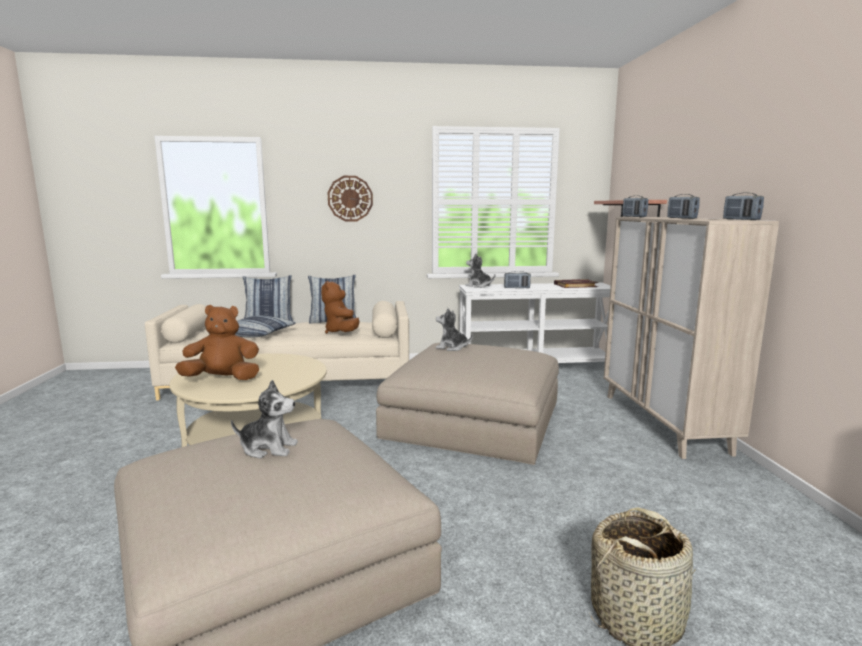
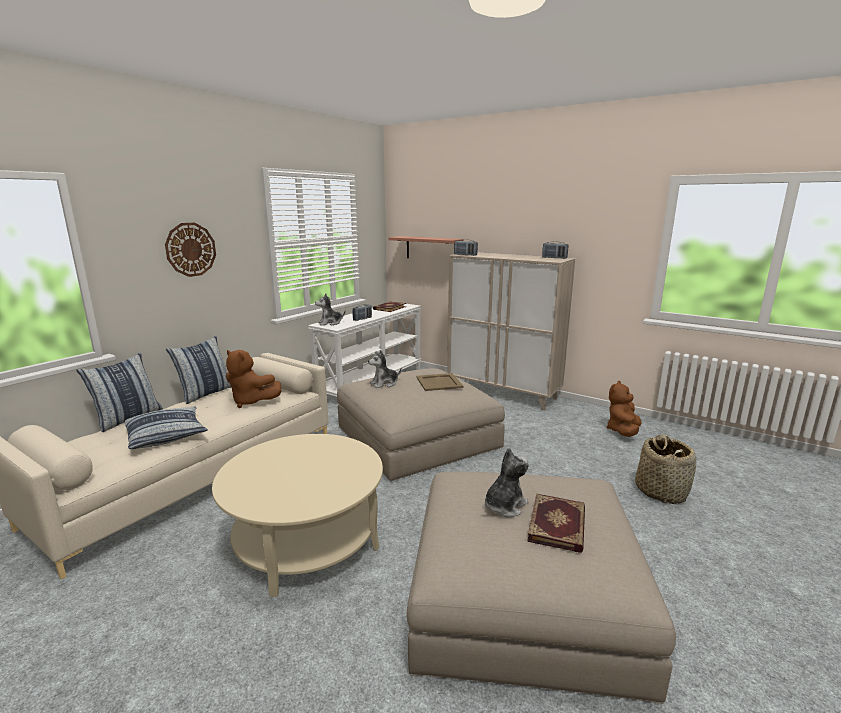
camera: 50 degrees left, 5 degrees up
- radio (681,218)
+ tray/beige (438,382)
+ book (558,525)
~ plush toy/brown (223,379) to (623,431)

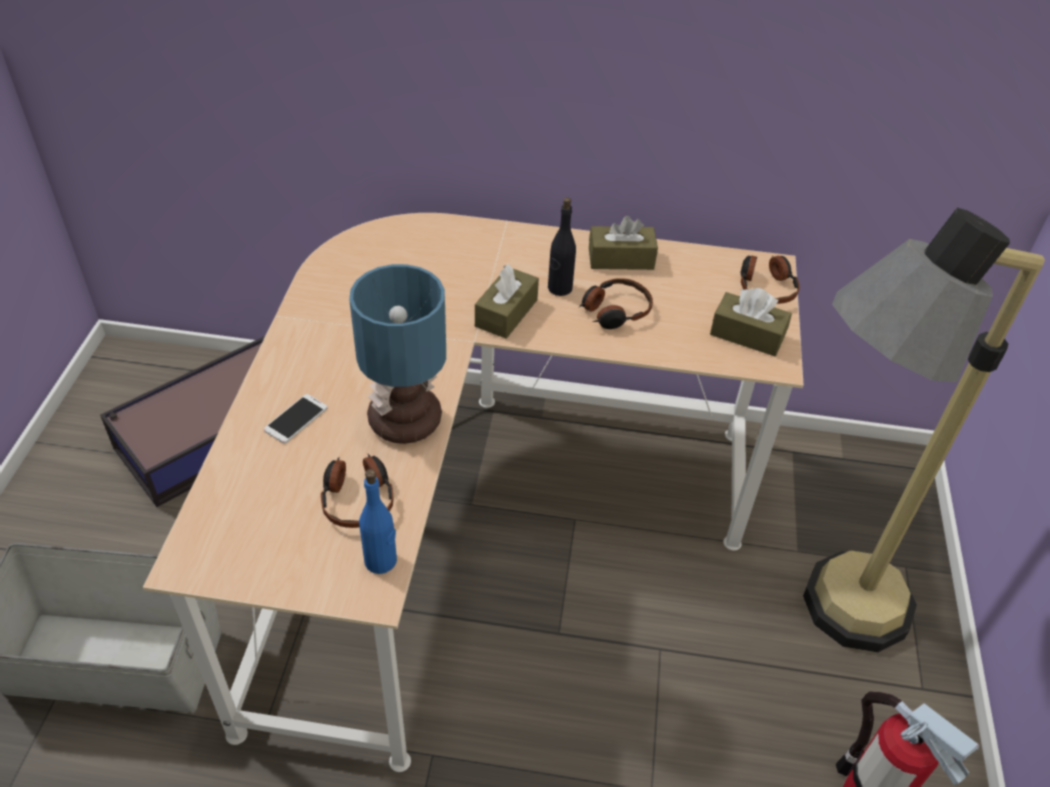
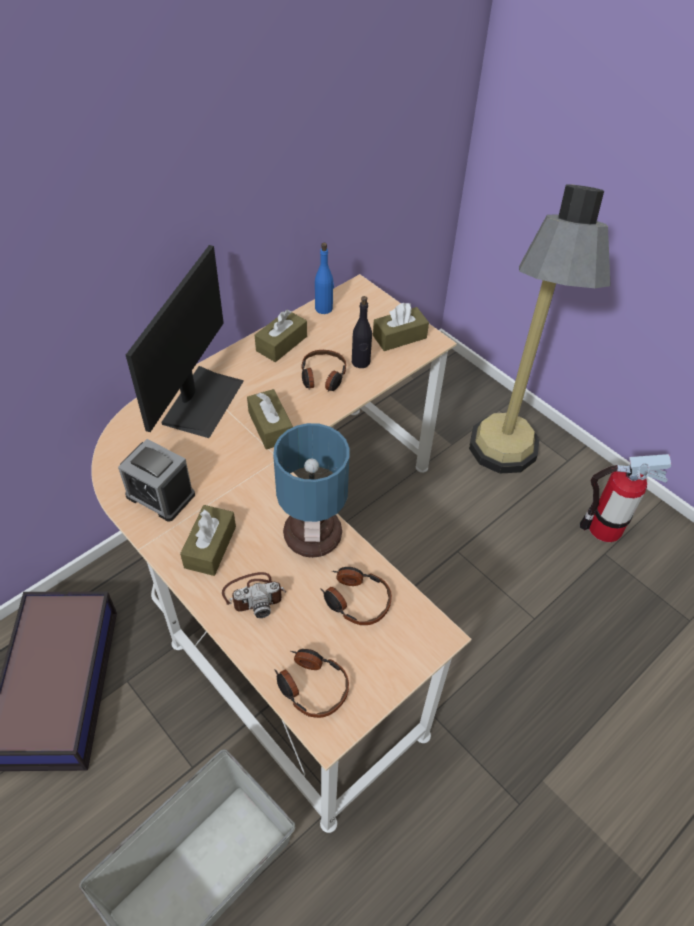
camera: 50 degrees left, 5 degrees up
+ alarm clock (160,495)
+ monitor (201,400)
+ tissue box/brown (210,547)
~ bottle/blue (381,561) to (324,308)
~ bottle/black (559,288) to (360,362)
~ headphones (765,287) to (311,686)
~ phone (296,419) to photo camera (254,594)

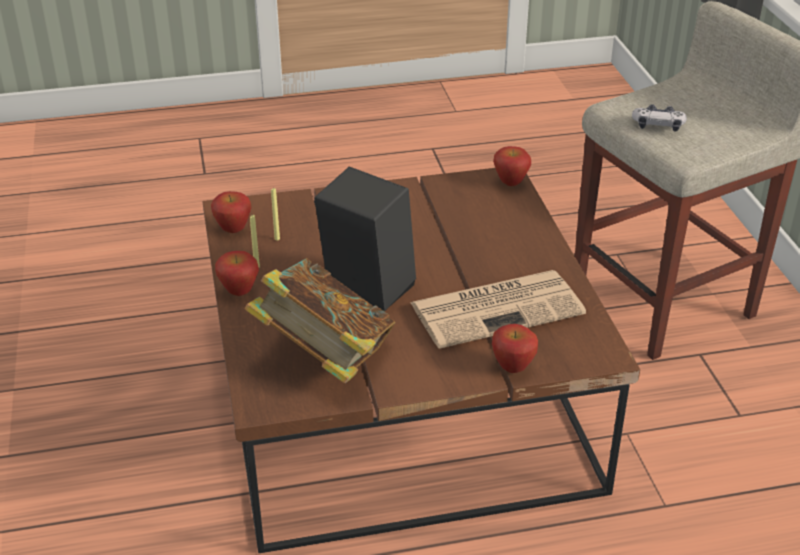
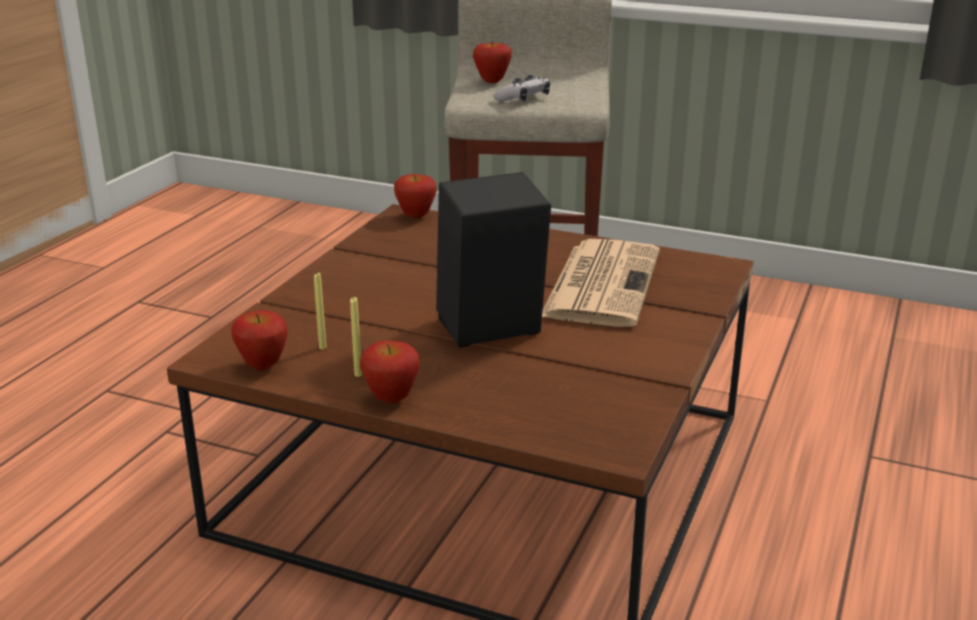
camera: 55 degrees left, 10 degrees down
- book (324,357)
~ apple (513,368) to (492,81)

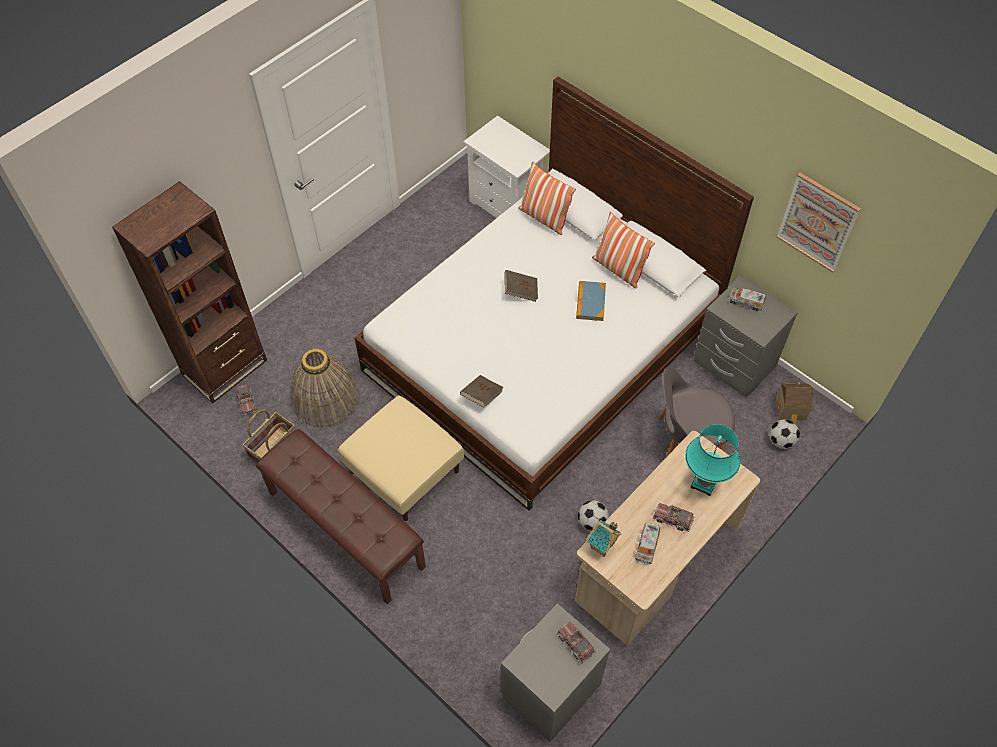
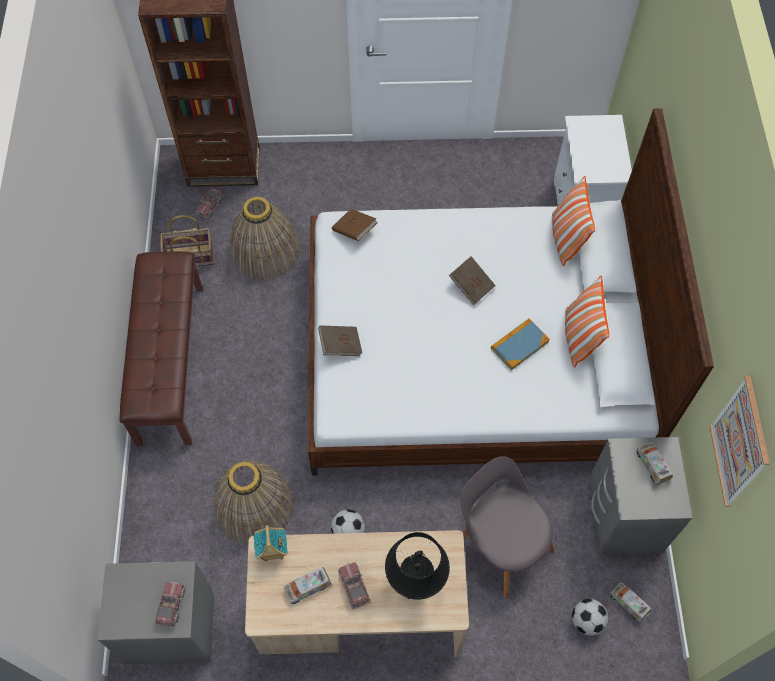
camera: 45 degrees right, 5 degrees up
- ottoman/beige (405,471)
+ basket (254,505)
+ book/brown (354,231)
~ toy house (791,410) to toy truck (629,603)
~ table lamp/turquoise (703,483) to table lamp/black (415,583)

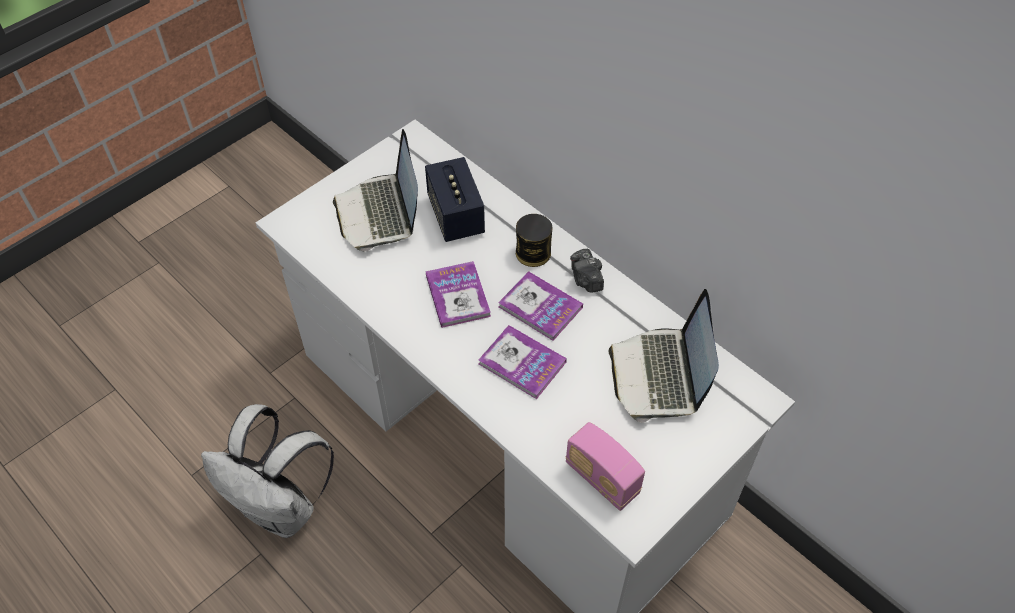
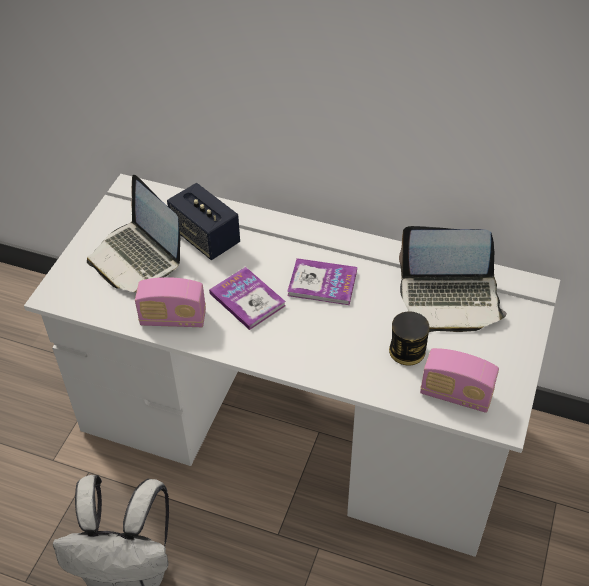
camera: 25 degrees left, 5 degrees down
- book (522,363)
- photo camera (586,279)
+ radio (173,319)
~ can (533,253) to (407,351)
~ laptop (660,375) = (450,299) 60 degrees counterclockwise

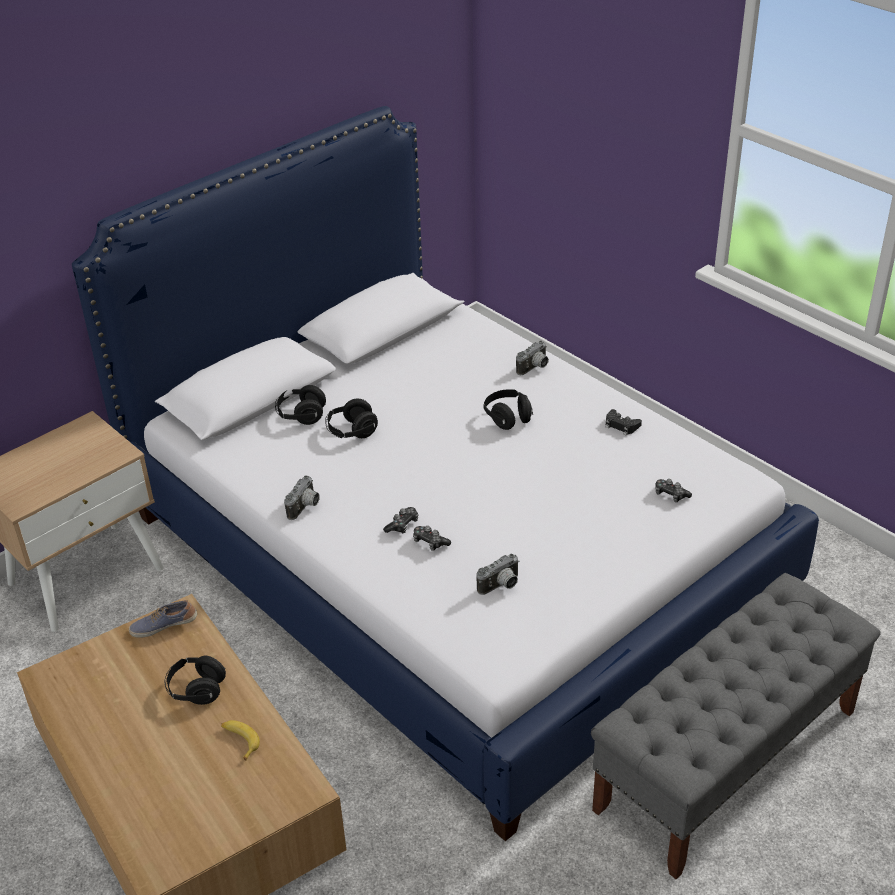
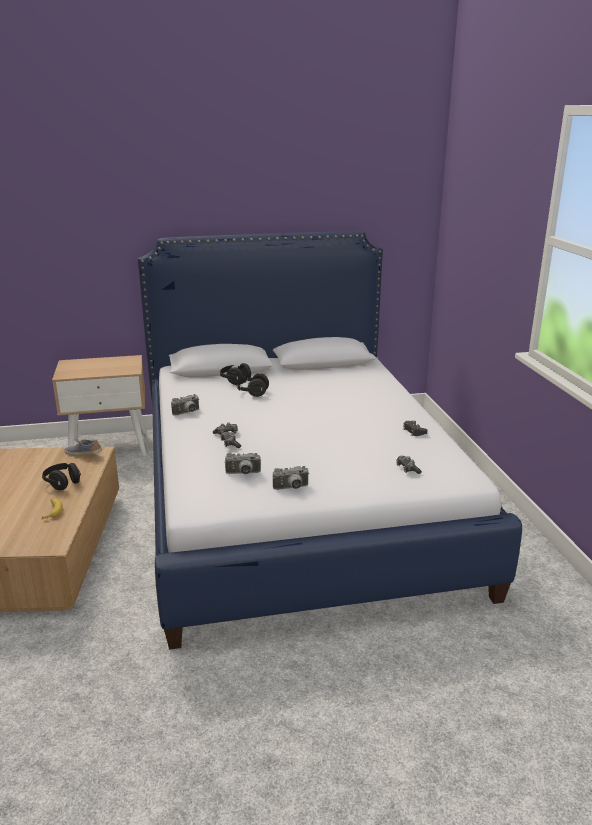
camera: 30 degrees right, 15 degrees down
- headphones/black (508,418)
- bench/grey (727,759)
~ photo camera (534,368) to (291,488)

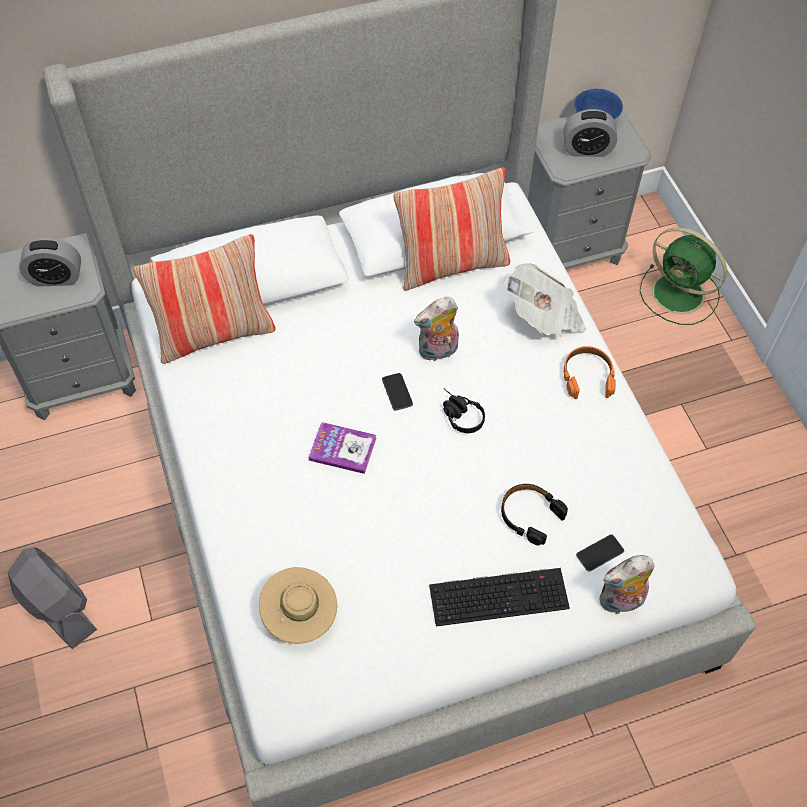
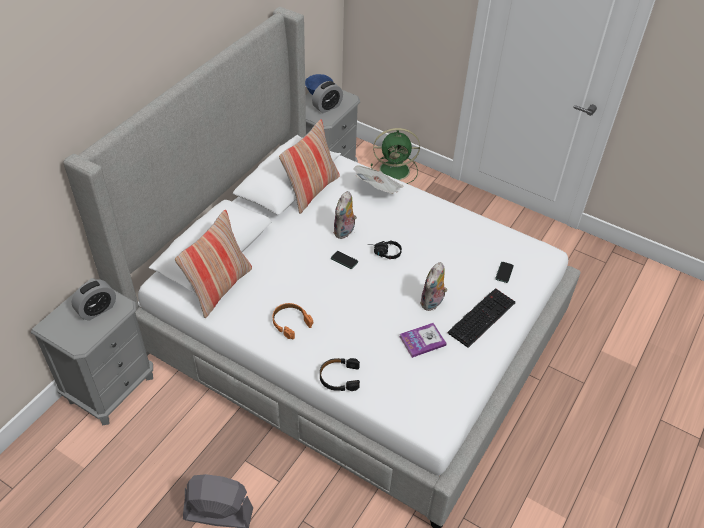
camera: 40 degrees left, 10 degrees down
- hat/beige (300,616)
~ book (342,449) to (422,341)
~ headphones/black (530,515) to (339,378)
~ headphones/orange (587,376) to (290,322)
~ plush toy (621,602) to (432,303)

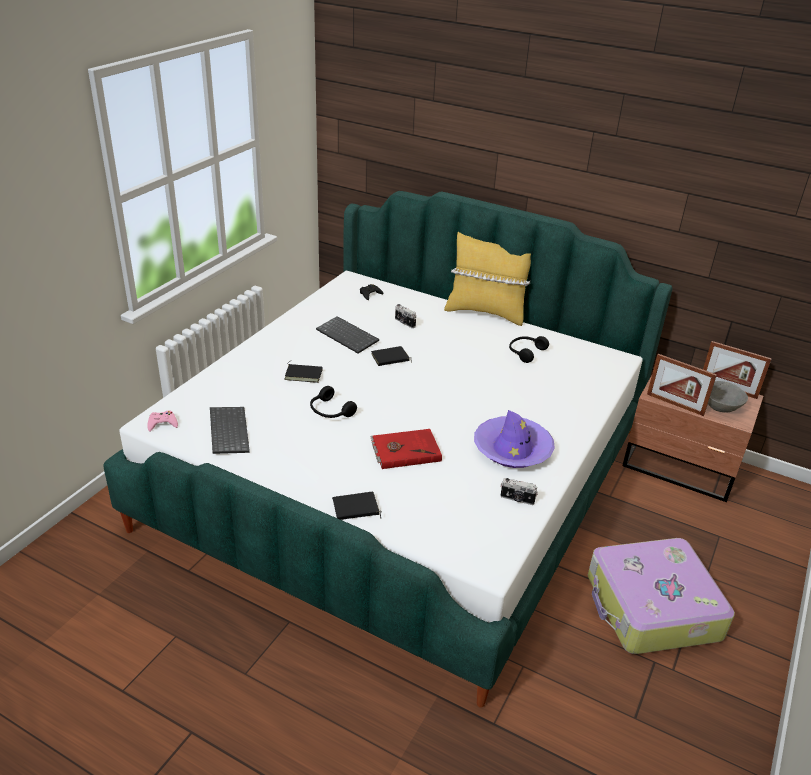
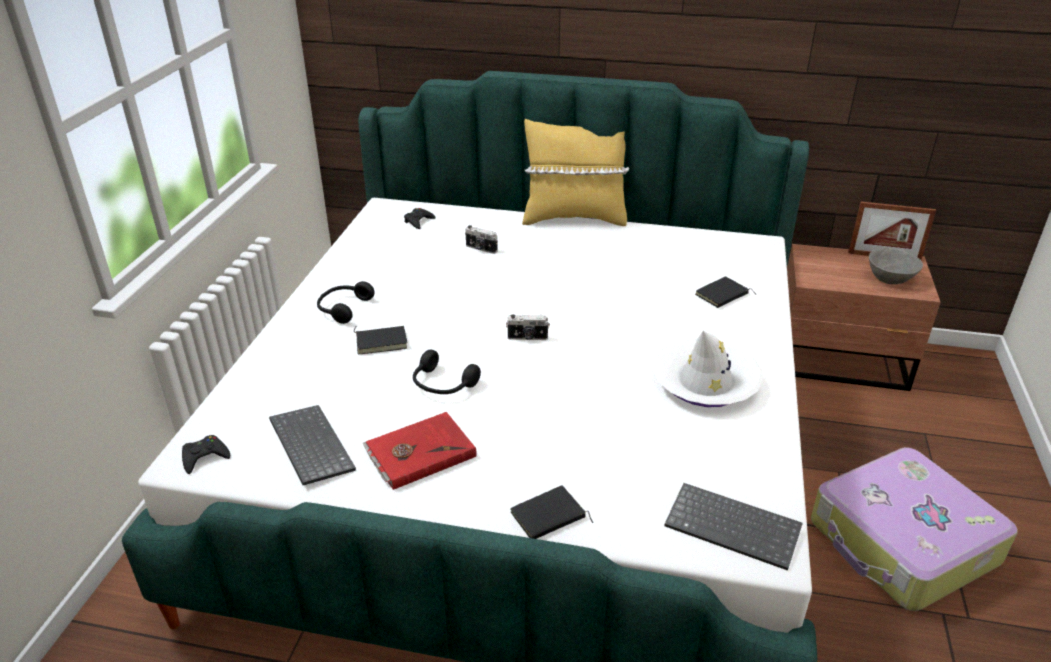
camera: 15 degrees left, 0 degrees up
- picture frame (675,404)
~ keyboard (348,336) to (734,526)
~ book/red (405,450) to (419,453)
~ book/black (390,359) to (722,295)
~ photo camera (517,499) to (527,338)
~ headphones/black (525,352) to (343,308)
~ game controller/pink (162,423) to game controller/black (204,457)
~ hat/purple (512,449) to hat/white (705,382)

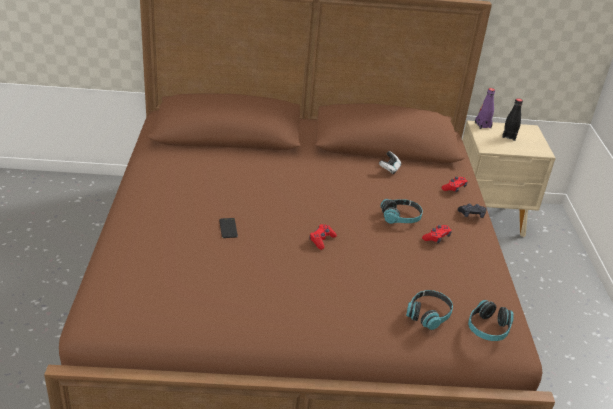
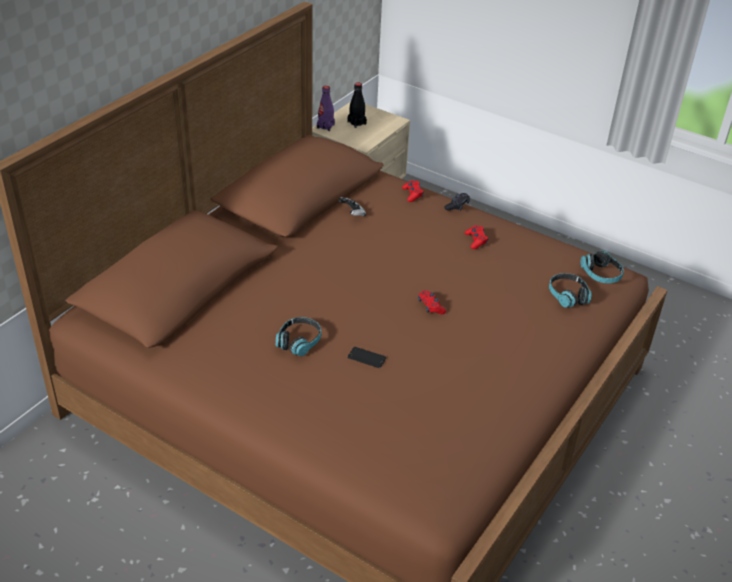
camera: 55 degrees left, 5 degrees up
~ headphones (400,217) to (299,342)

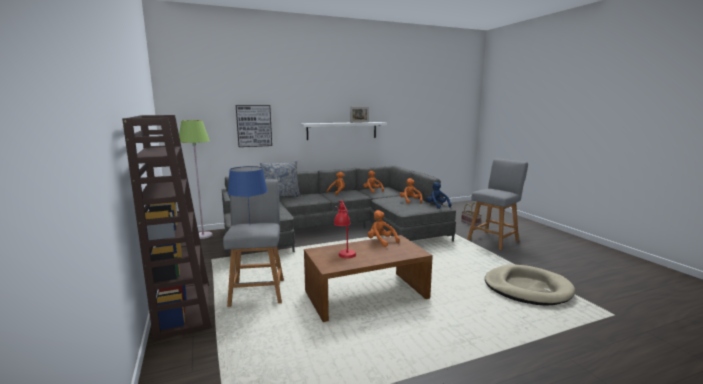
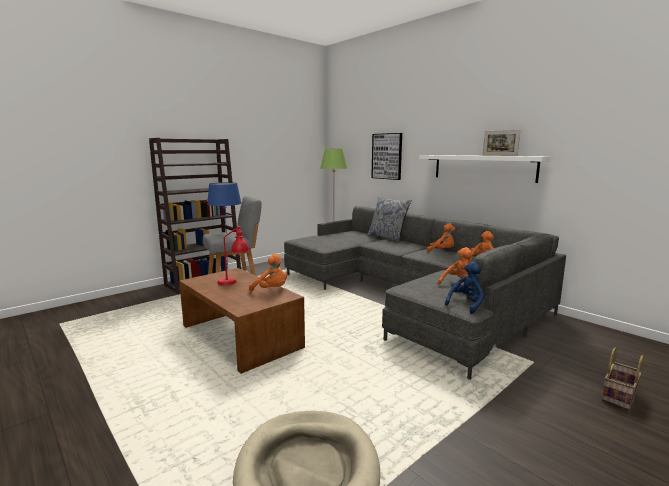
camera: 70 degrees right, 0 degrees up
- stool/grey (494,240)
~ plush toy/orange (381,242) = (271,290) 90 degrees clockwise

